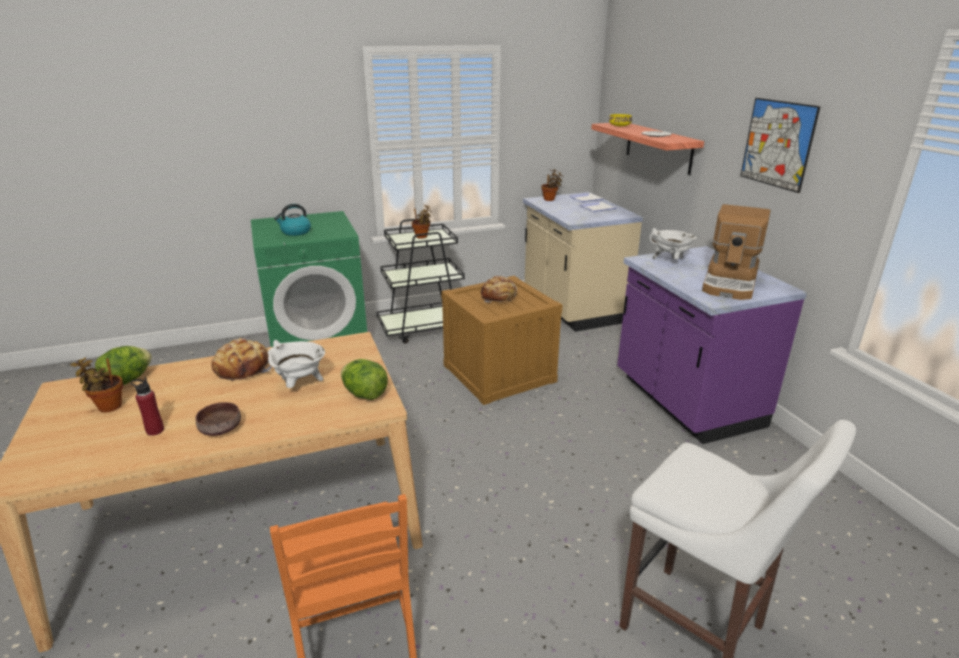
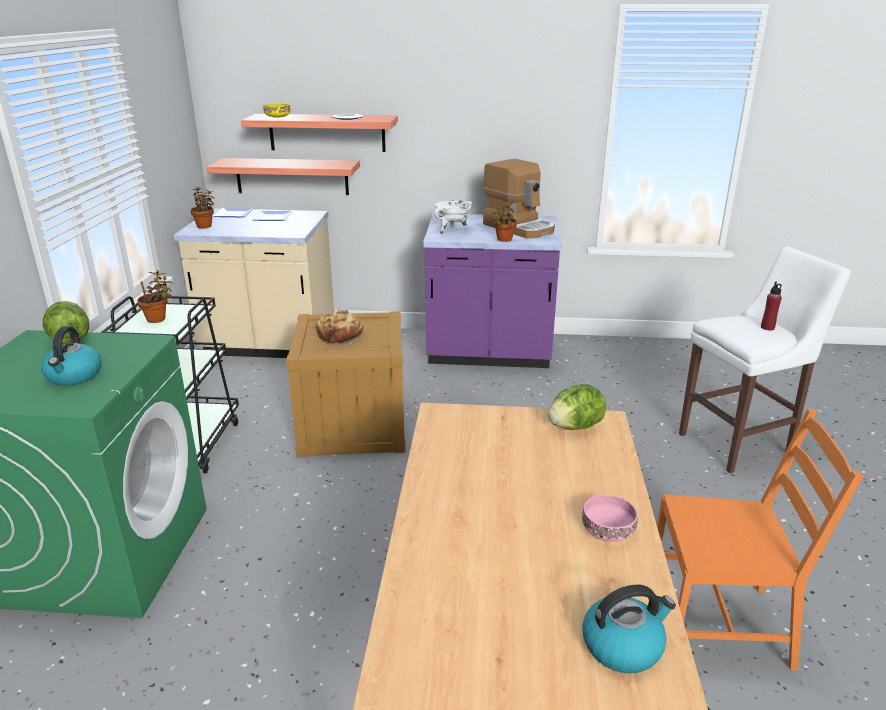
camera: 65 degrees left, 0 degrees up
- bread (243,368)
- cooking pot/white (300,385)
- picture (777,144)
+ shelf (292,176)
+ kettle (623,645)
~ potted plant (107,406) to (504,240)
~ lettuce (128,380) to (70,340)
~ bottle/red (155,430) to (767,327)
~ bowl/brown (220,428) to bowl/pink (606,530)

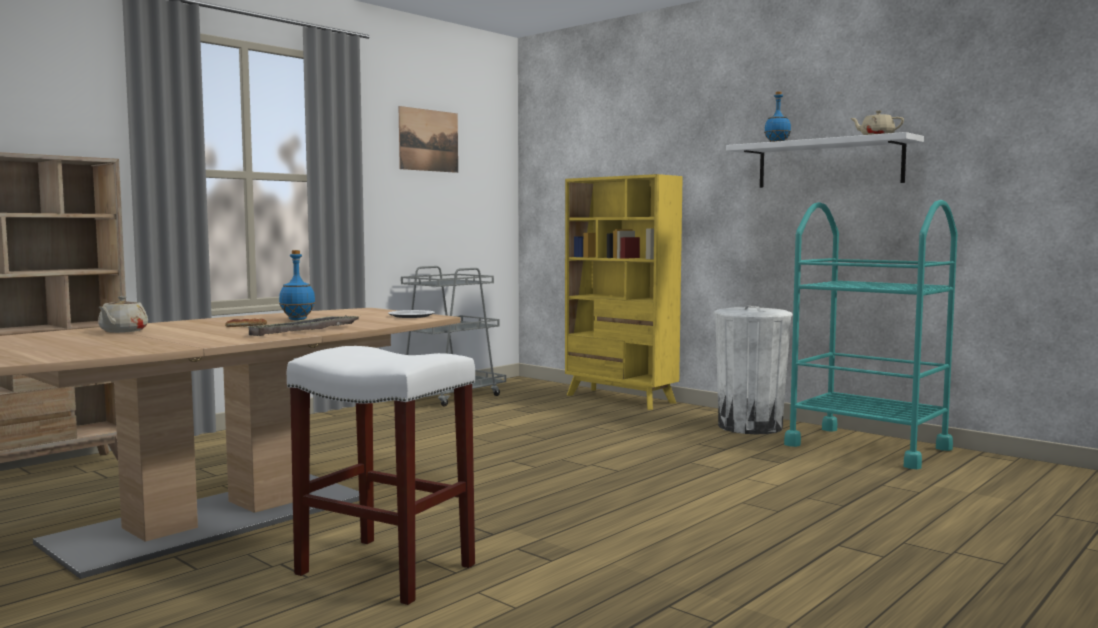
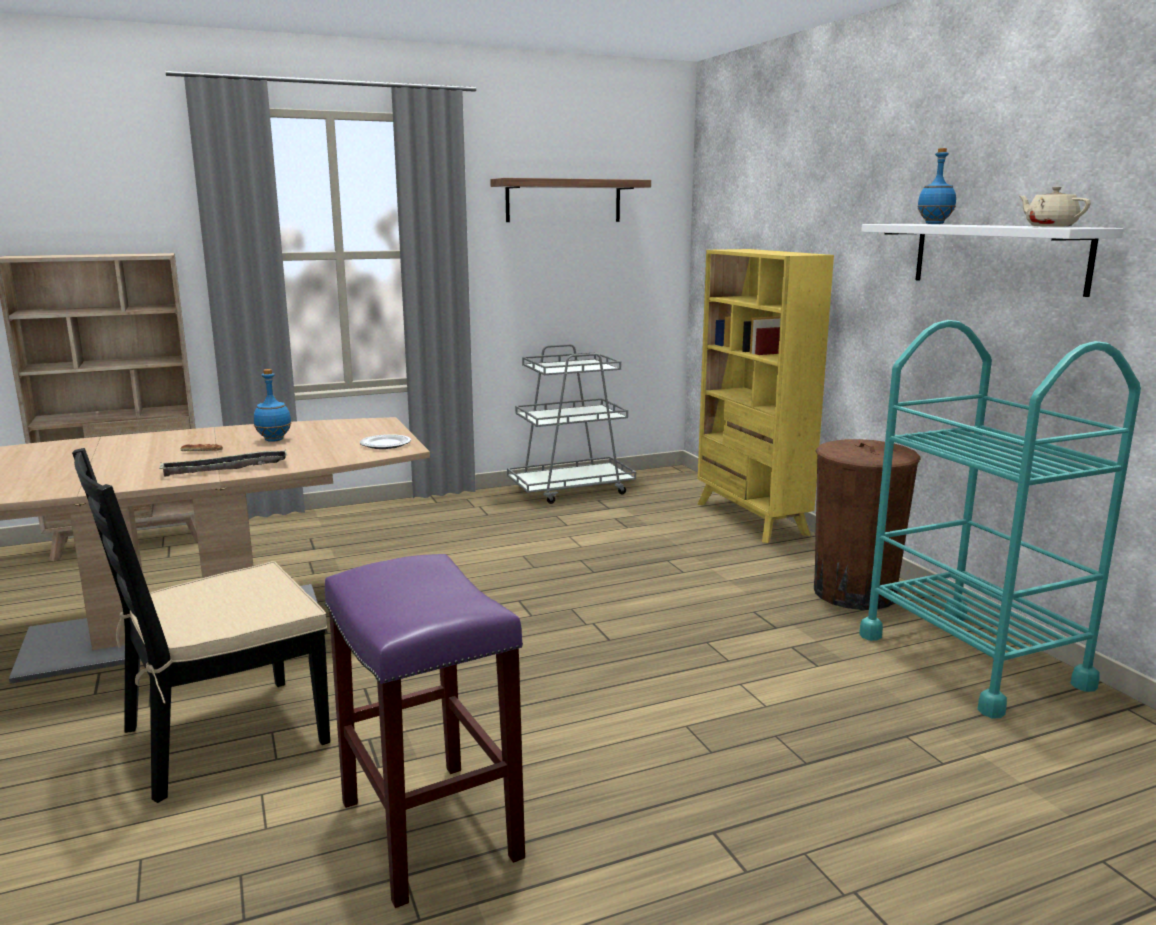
camera: 25 degrees right, 10 degrees up
- teapot/beige (122,331)
+ stool/purple (427,828)
~ stool/white (383,569) to chair/black (224,736)
~ picture (428,140) to shelf (563,201)
~ trash can/white (750,426) to trash can/brown (854,592)

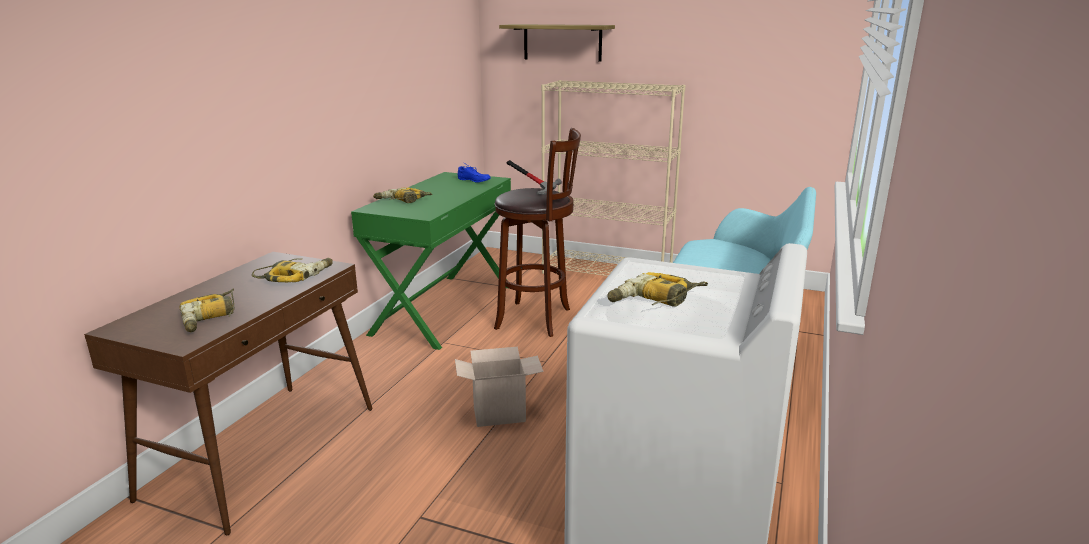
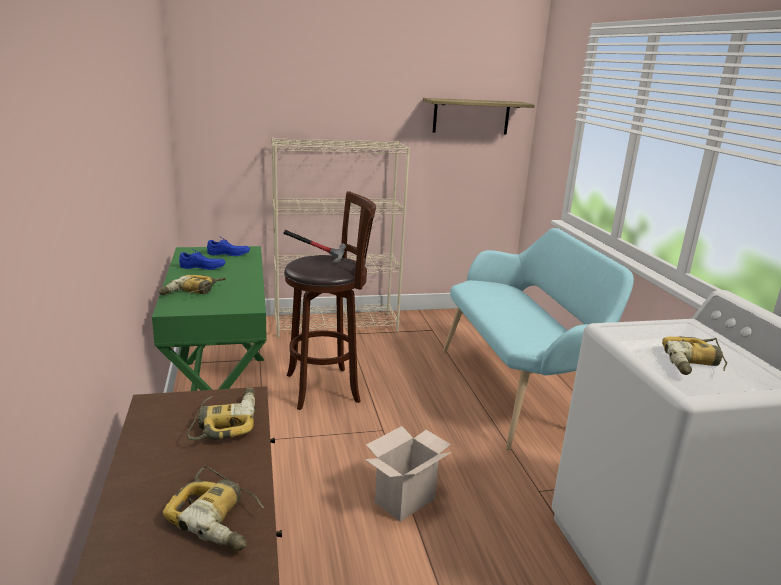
camera: 35 degrees left, 0 degrees up
+ shoe/blue (202,268)
~ shelf (562,42) to (471,116)

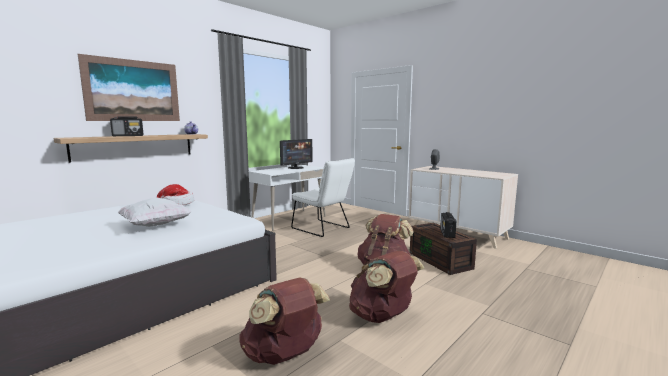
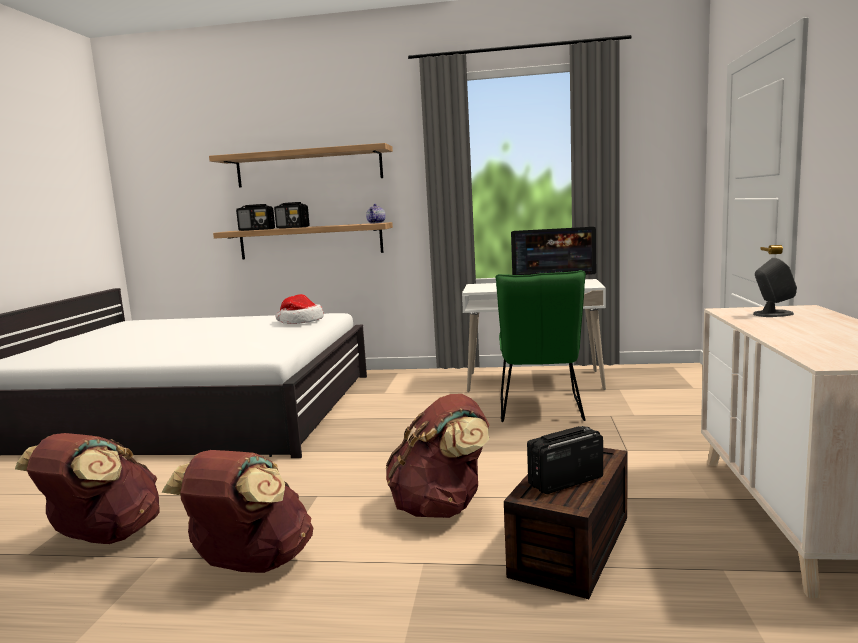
camera: 55 degrees right, 0 degrees up
- pillow/white (156,225)
+ radio (257,229)
~ picture (133,91) to shelf (308,167)
~ chair/white (323,229) to chair/green (540,410)

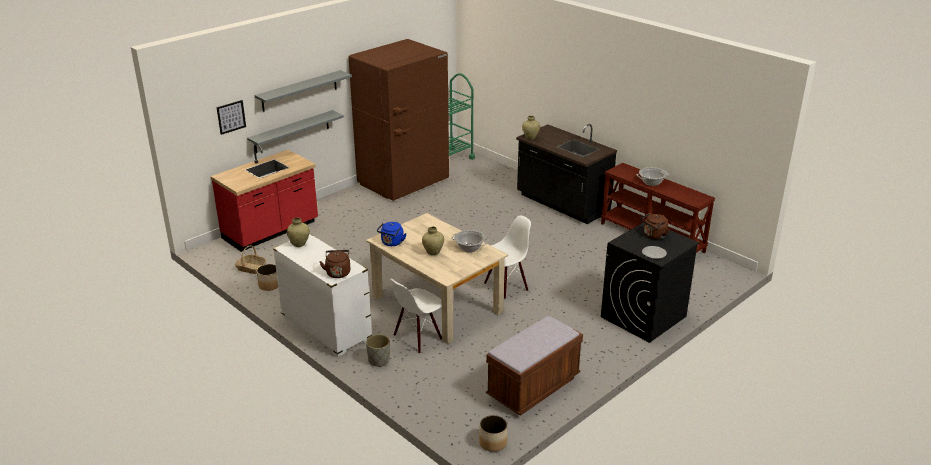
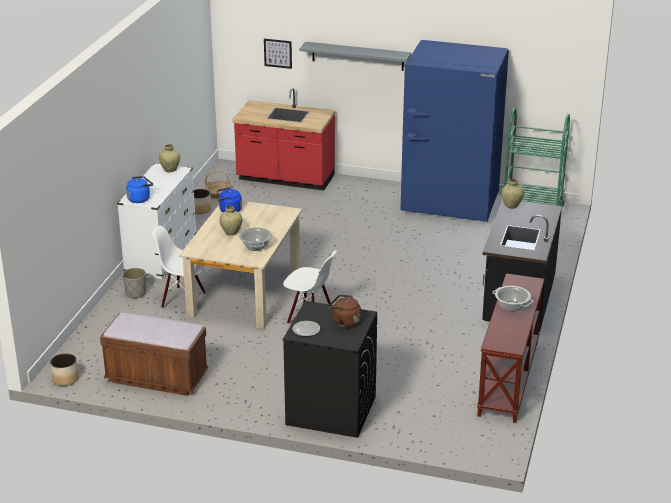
camera: 60 degrees right, 0 degrees up
- shelf/grey (292,131)
~ kettle/brown (338,272) to kettle/blue (140,199)
~ fridge/brown (403,183) to fridge/blue (450,205)

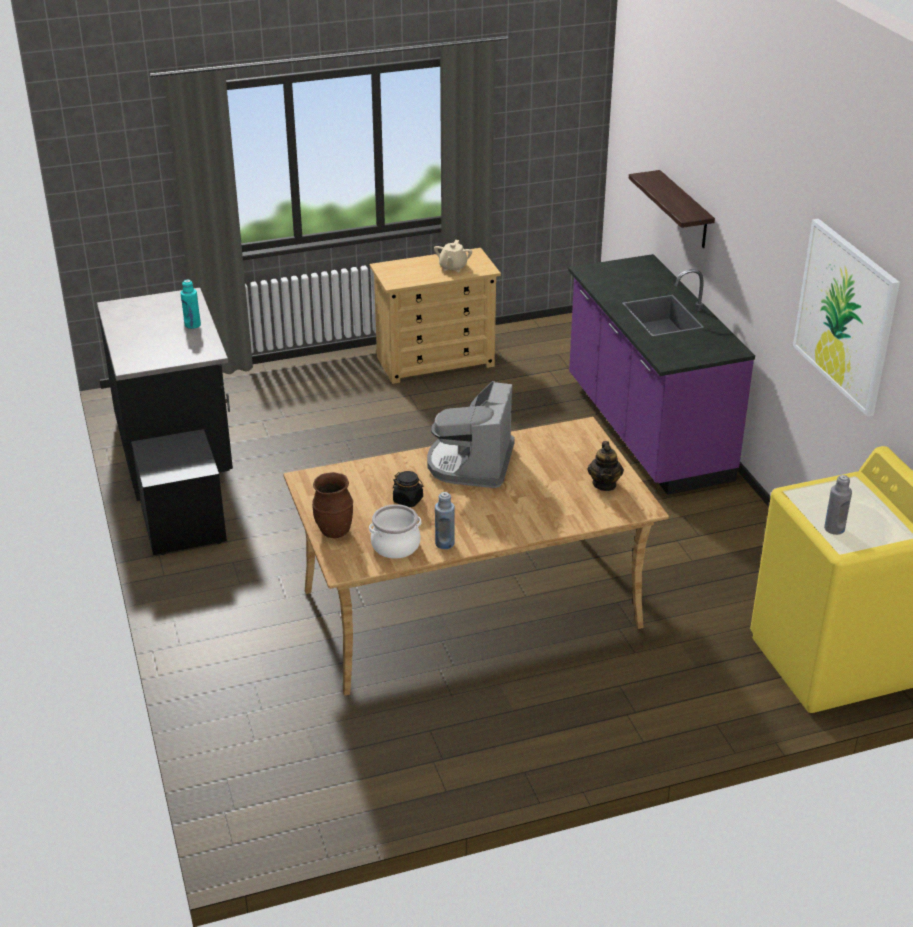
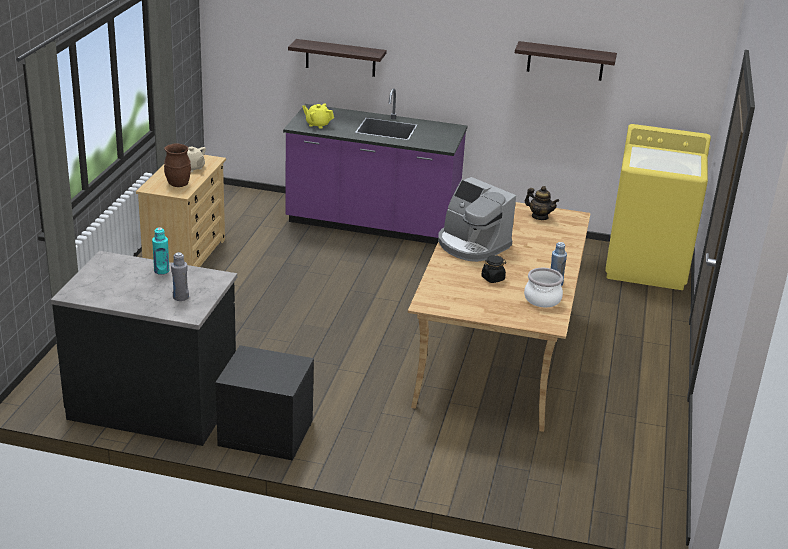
camera: 60 degrees left, 5 degrees down
+ teapot/yellow (318,124)
~ vase/brown (334,531) to (178,184)
~ bottle/grey (834,529) to (180,297)
~ picture (845,315) to shelf (565,61)

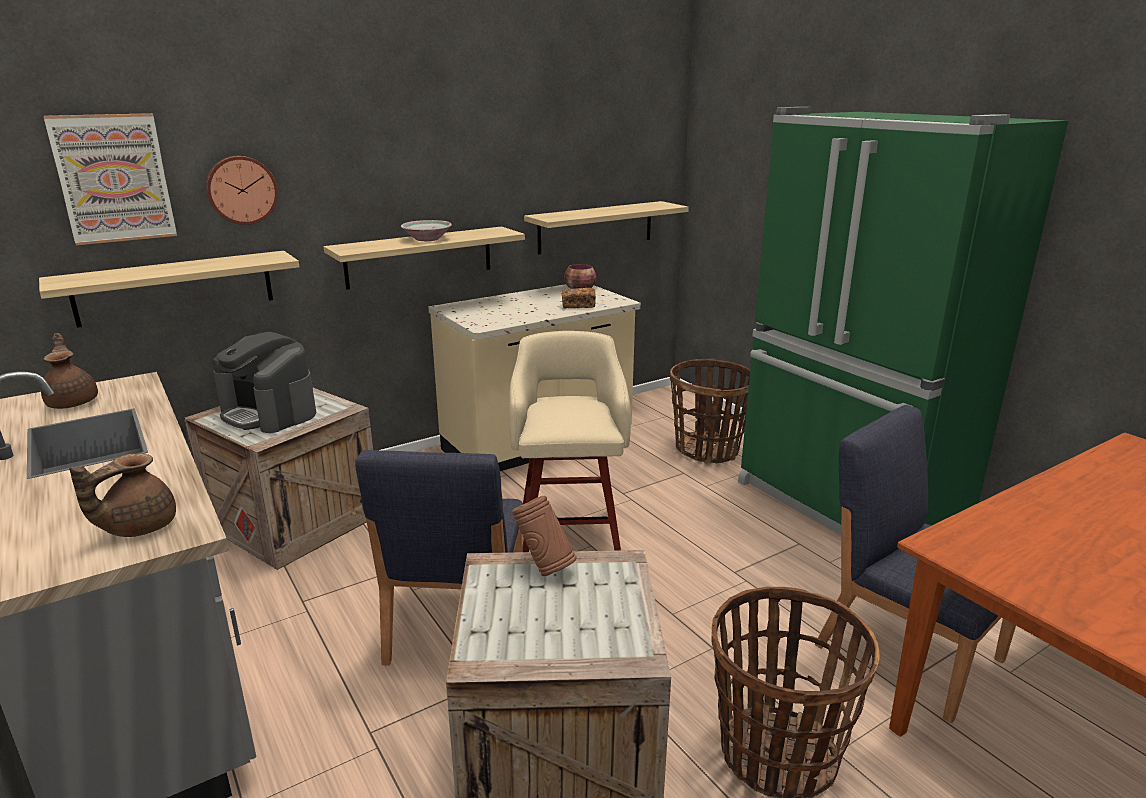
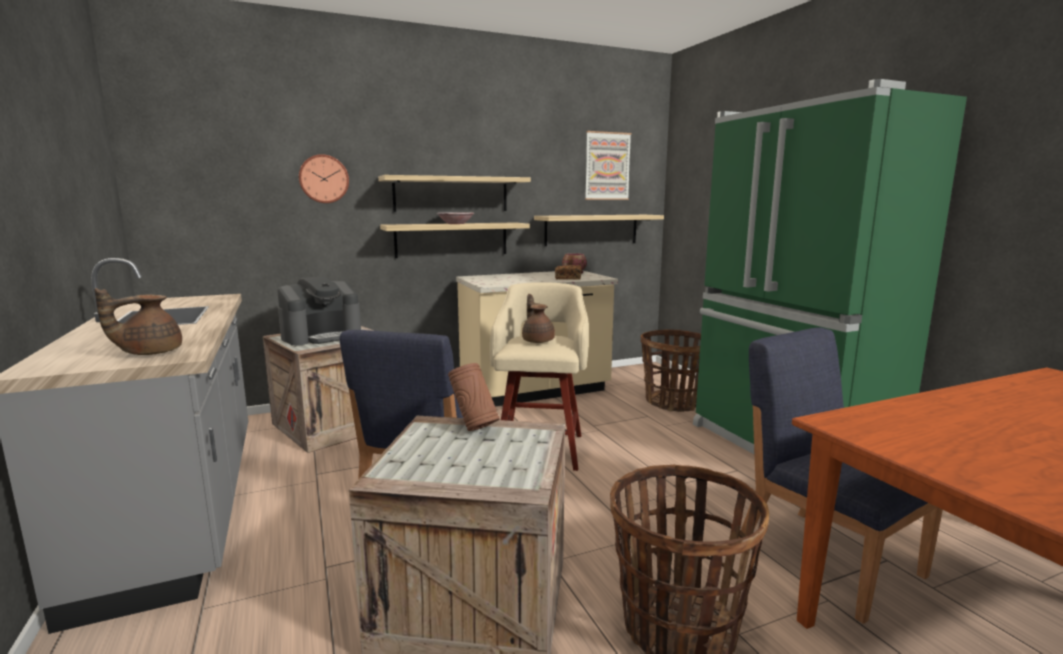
camera: 10 degrees right, 10 degrees down
~ shelf (175,288) to (451,194)
~ teapot/brown (74,402) to (538,340)
~ picture (113,178) to (607,166)
~ coffee machine (269,413) = (322,336) 90 degrees counterclockwise

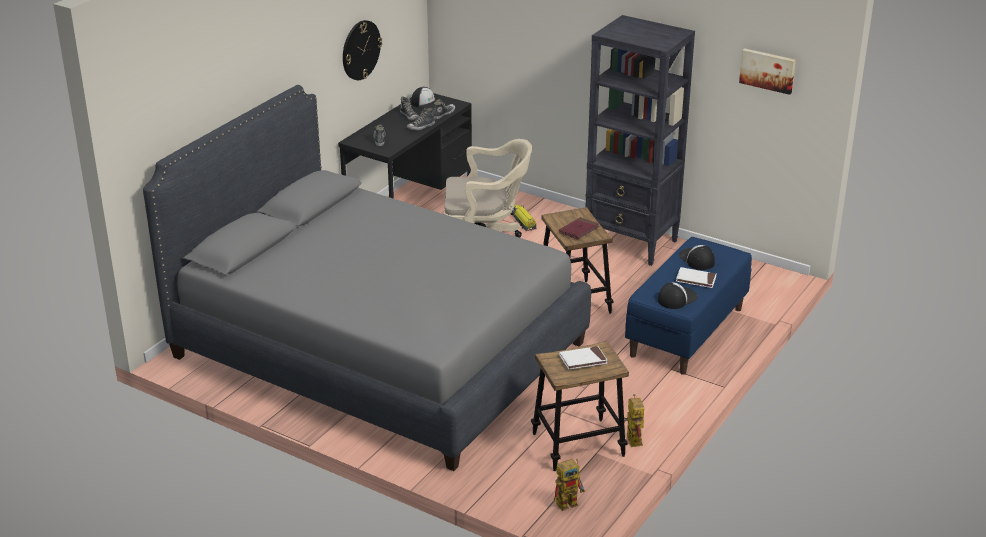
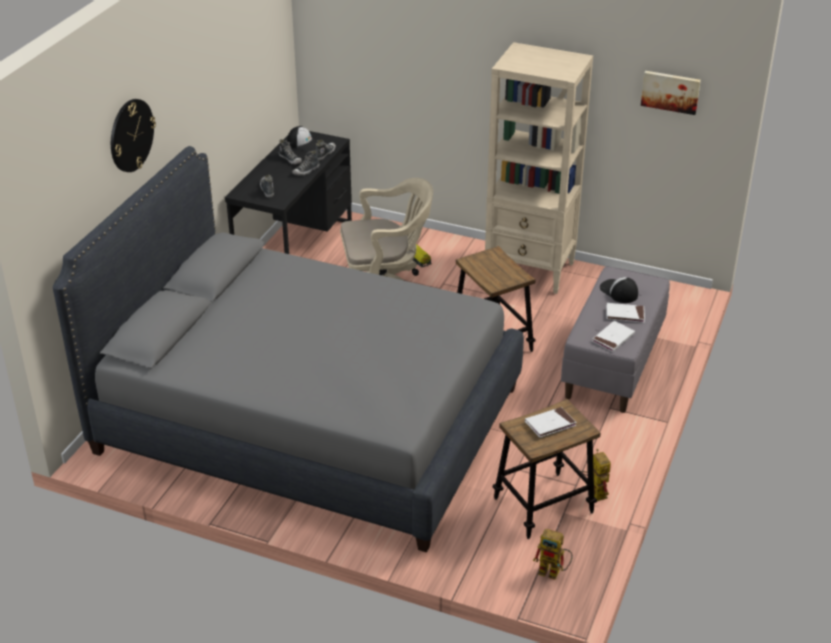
camera: 10 degrees left, 5 degrees up
- book/red (578,230)
~ wall clock (360,50) to (131,135)
~ cap (677,298) to book/white (613,338)
~ bookcase/black (632,243) to bookcase/beige (530,271)
~ bench/blue (687,332) to bench/grey (613,365)
~ toy robot (570,501) = (554,572) 60 degrees clockwise

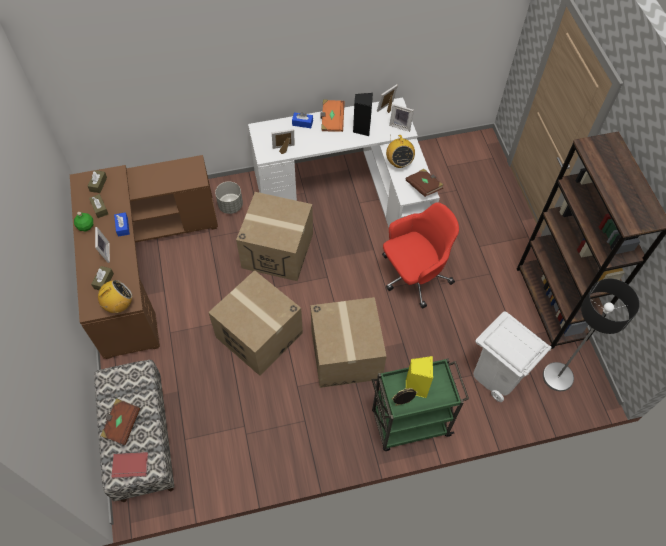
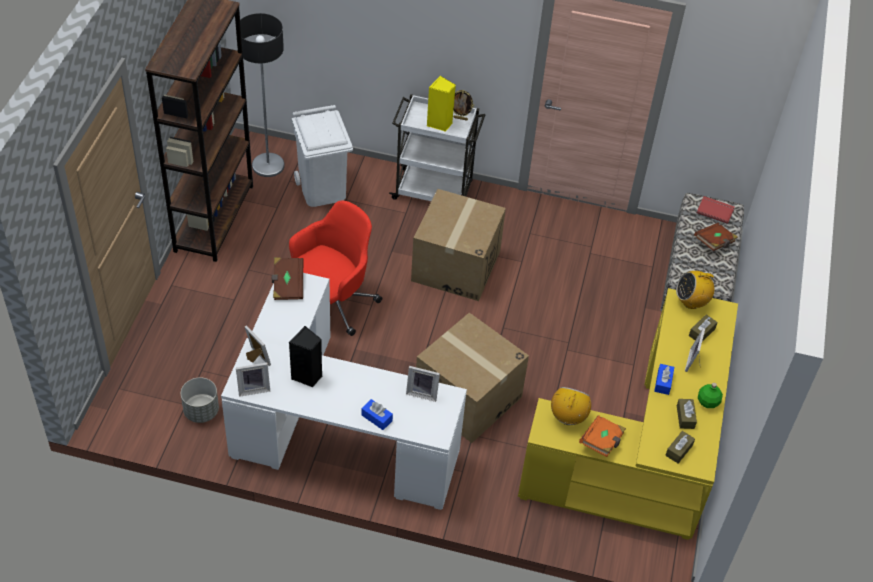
camera: 155 degrees left, 10 degrees down
- cardboard box (259,335)
~ planter/grey (230,206) to (201,411)
~ book/orange (332,120) to (602,442)
~ radio (399,162) to (568,417)
~ desk/brown (140,265) to desk/yellow (643,455)
~ cart/green (409,424) to cart/white (434,191)
~ office chair/red (413,276) = (331,303) 135 degrees clockwise

